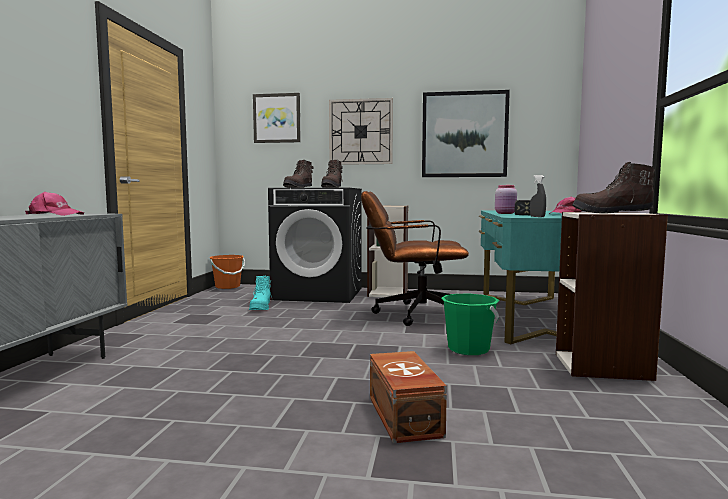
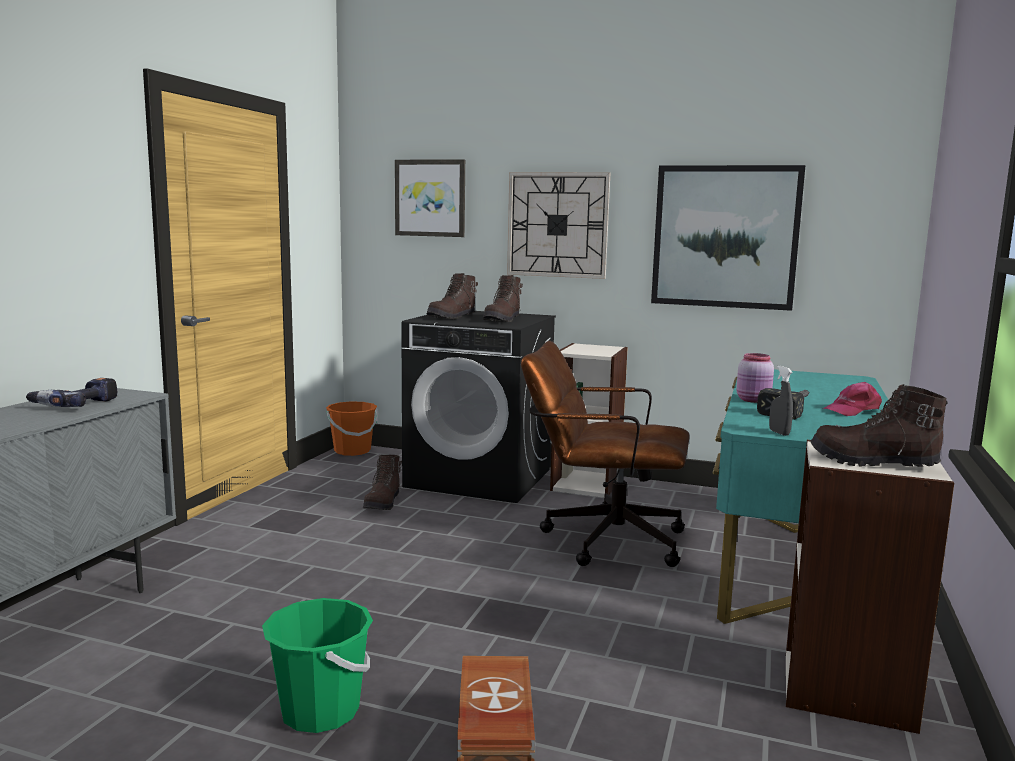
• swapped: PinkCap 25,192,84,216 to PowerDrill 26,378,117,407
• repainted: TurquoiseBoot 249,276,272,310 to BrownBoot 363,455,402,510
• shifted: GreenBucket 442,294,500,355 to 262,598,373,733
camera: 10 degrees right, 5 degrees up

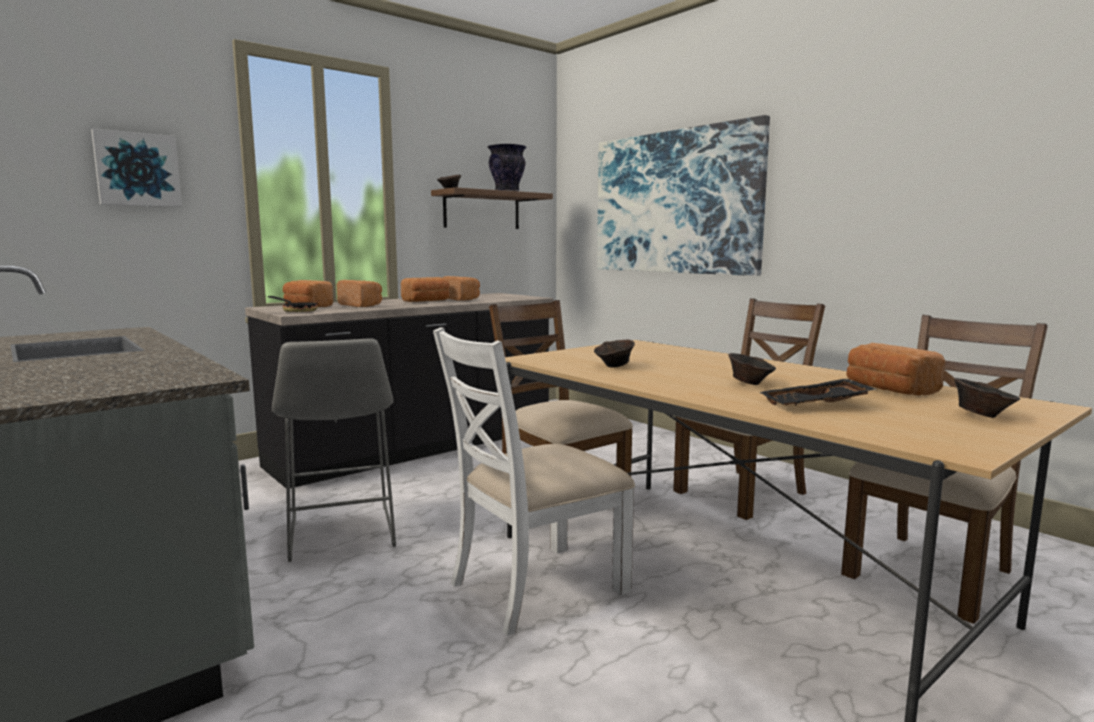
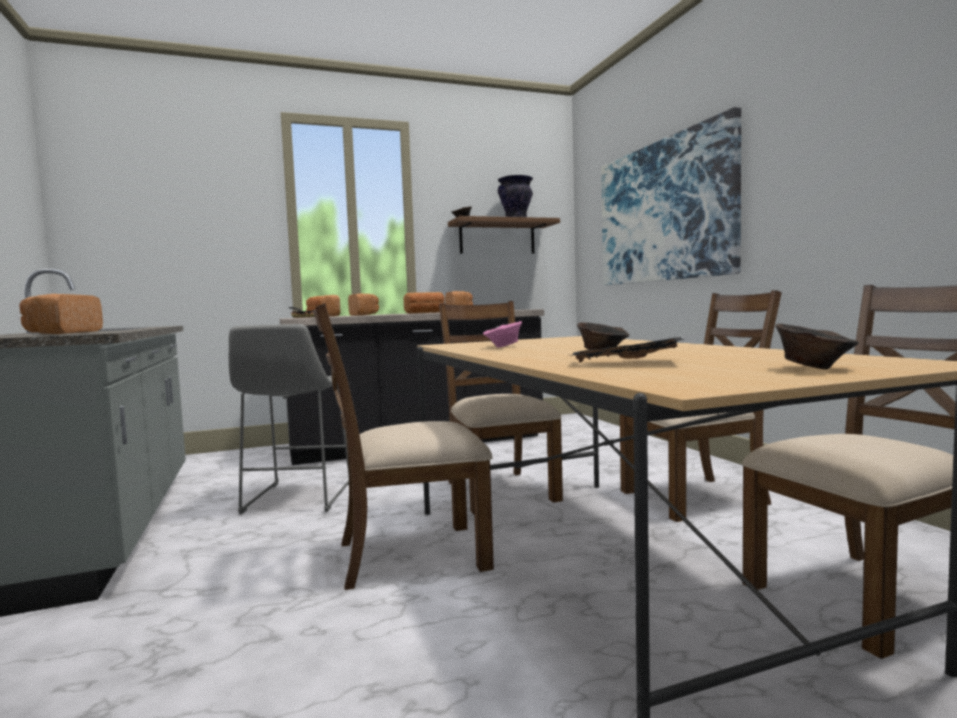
• gone: Picture 91,128,182,207
• repainted: WhiteChair 433,327,635,636 to BrownChair 313,304,494,590
• repainted: BrownBowl 594,340,635,368 to PinkBowl 483,321,522,347
• shifted: Bread 847,343,946,396 to 19,294,103,334
camera: 20 degrees right, 5 degrees down

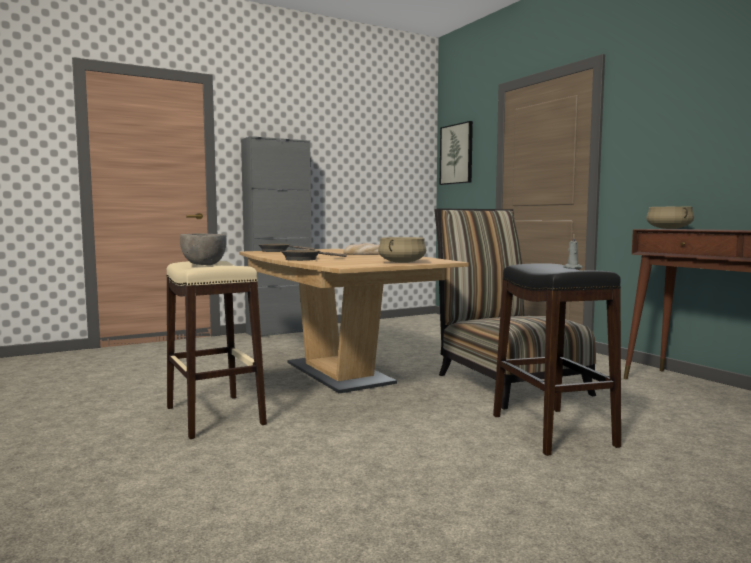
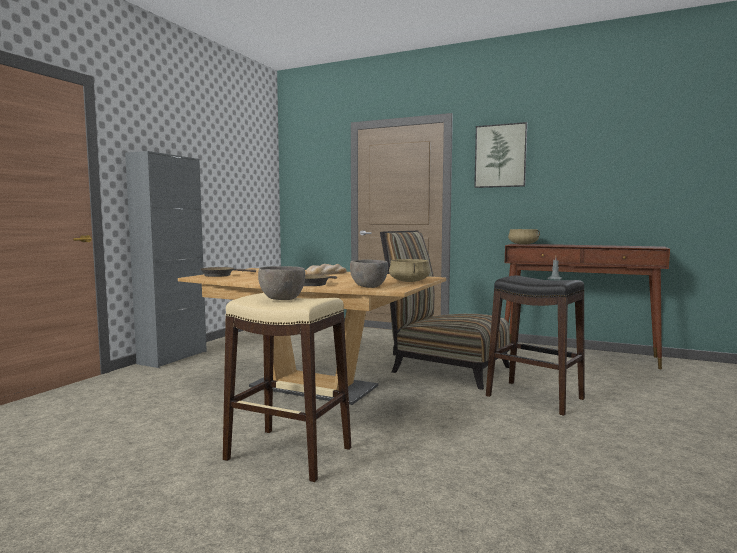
• shifted: Picture 440,121,473,185 to 474,122,527,188
• new: GreyBowl 350,259,388,288
camera: 35 degrees left, 0 degrees up

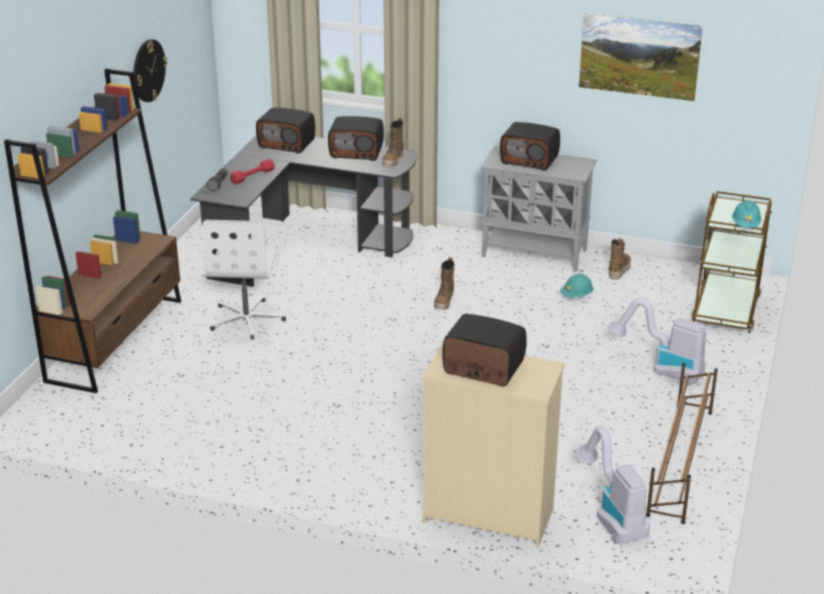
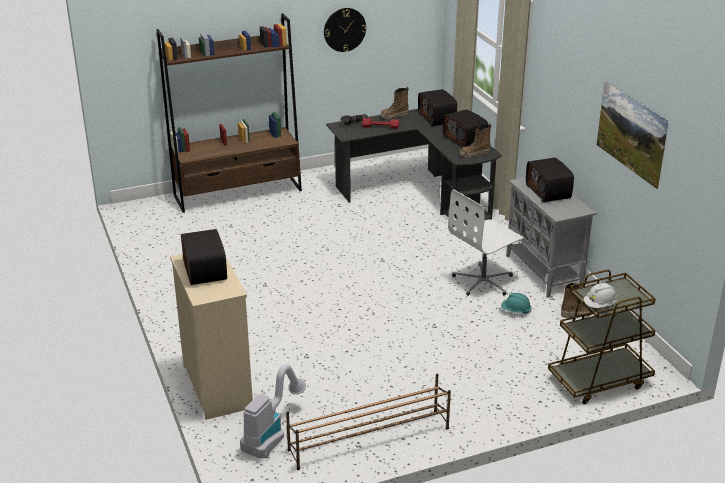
• shifted: WhiteOfficeChair 202,220,286,340 to 448,189,523,296
• shifted: Boot 434,257,455,310 to 381,87,409,119
• gone: VacuumCleaner 609,297,706,386
• repainted: TurquoiseHardHat 732,201,761,228 to WhiteHardHat 584,283,617,308
camera: 50 degrees right, 0 degrees up

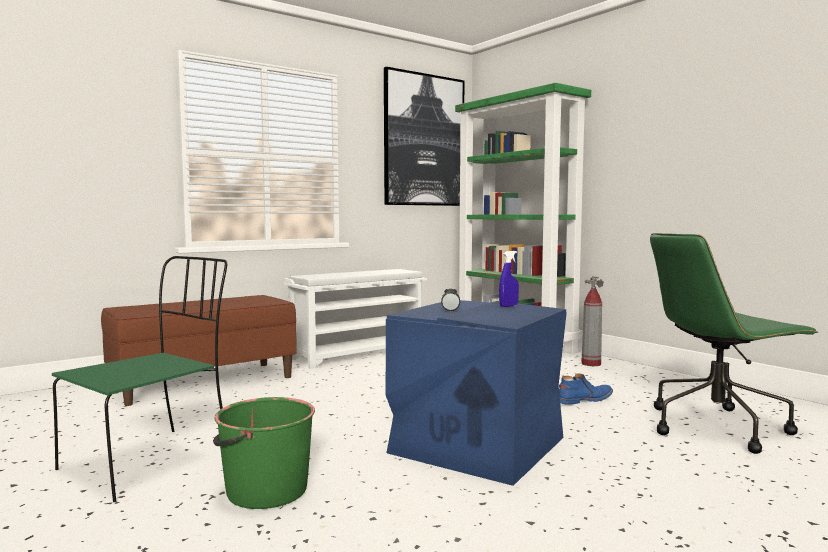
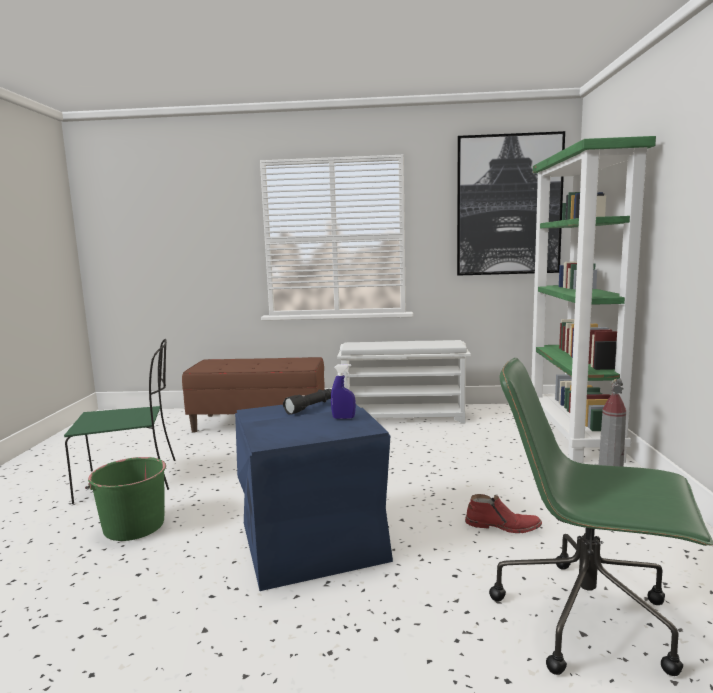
• repainted: BlueBoot 559,373,613,405 to RedBoot 465,494,542,533
camera: 40 degrees right, 5 degrees up

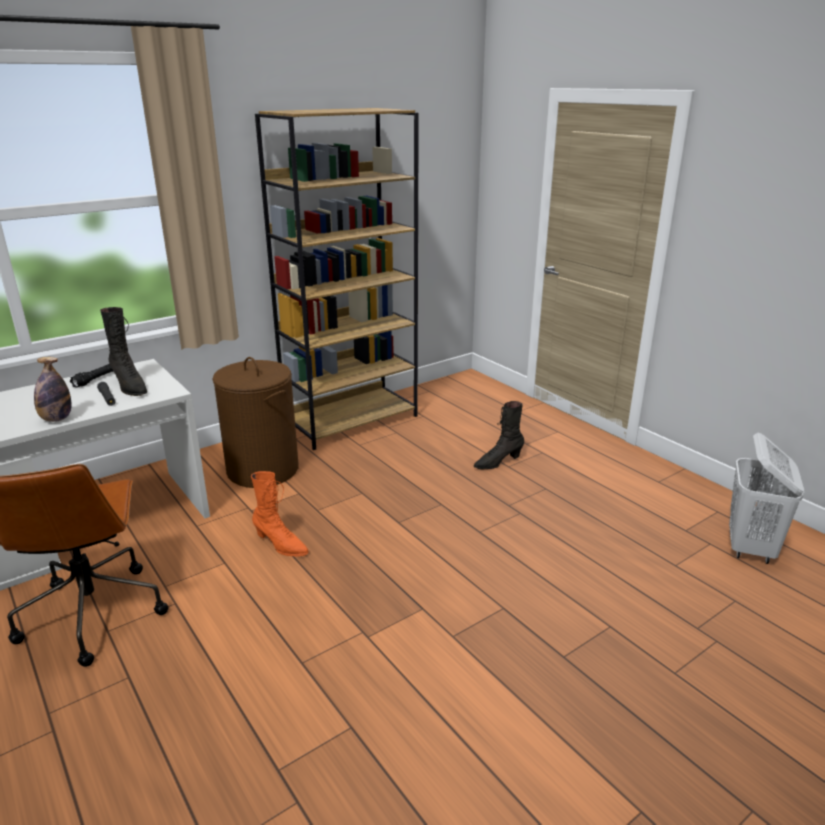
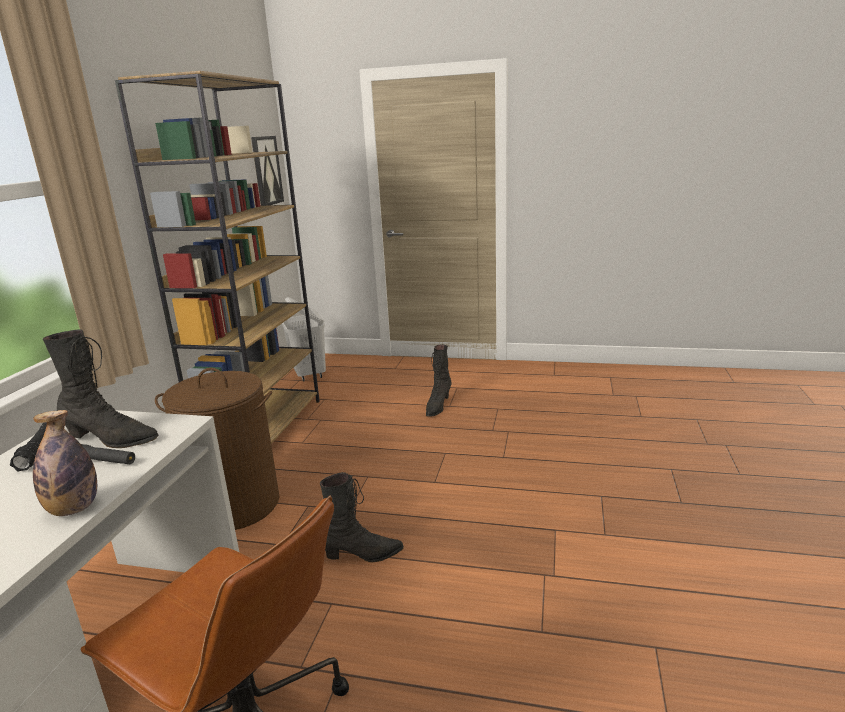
• repainted: OrangeBoot 251,471,309,557 to BlackBoot 320,472,404,562
• shifted: WhiteLaundryBasket 729,433,804,564 to 282,297,326,381
• new: Picture 251,136,284,205
camera: 40 degrees left, 5 degrees down

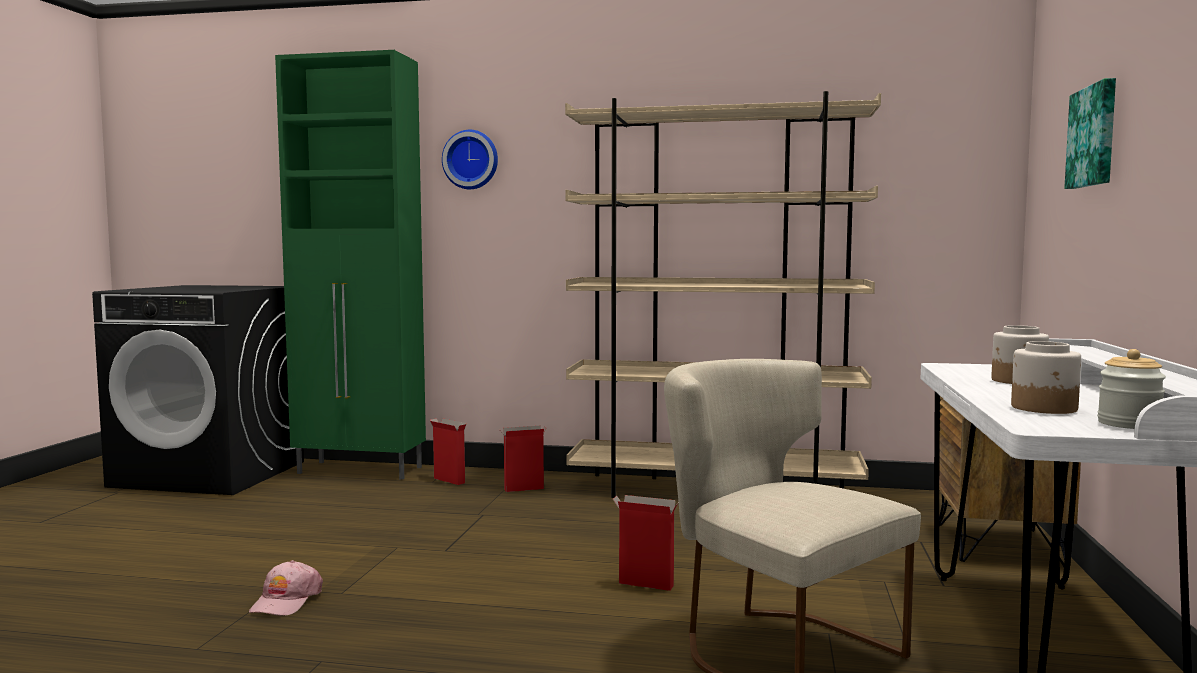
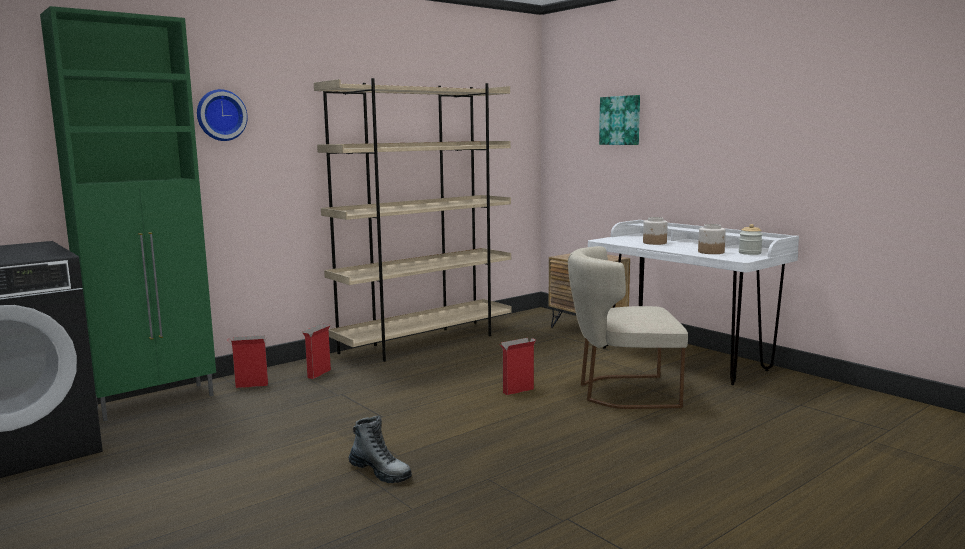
• swapped: PinkCap 249,560,323,616 to Boot 349,416,412,483
camera: 50 degrees left, 5 degrees up

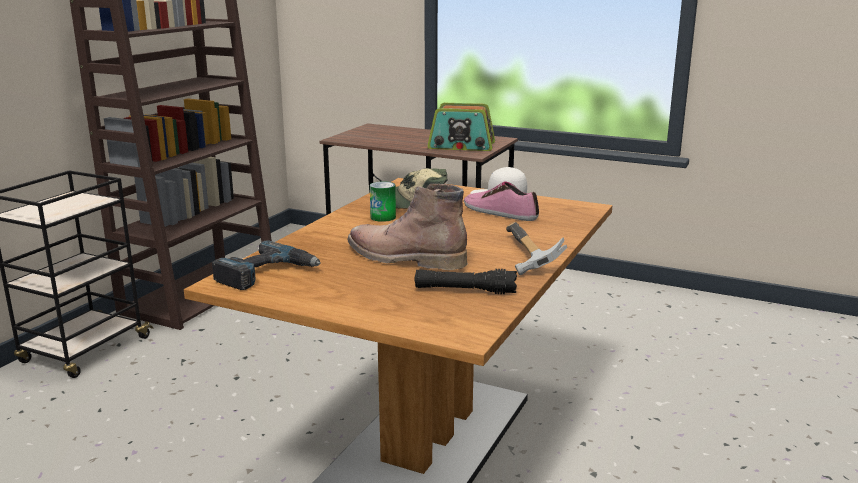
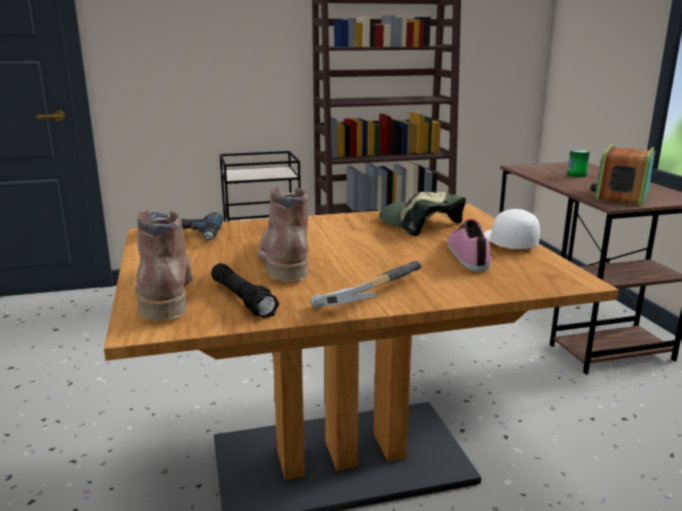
• shifted: Can 370,181,396,222 to 567,149,590,177
• rotated: Radio 427,103,495,151 = 590,144,655,206 60 degrees clockwise
• new: BrownBoot 135,209,193,321
camera: 50 degrees right, 0 degrees up

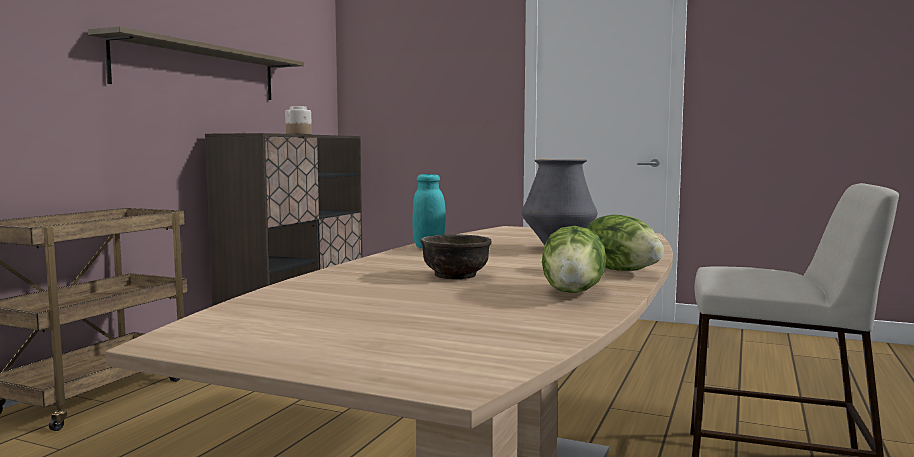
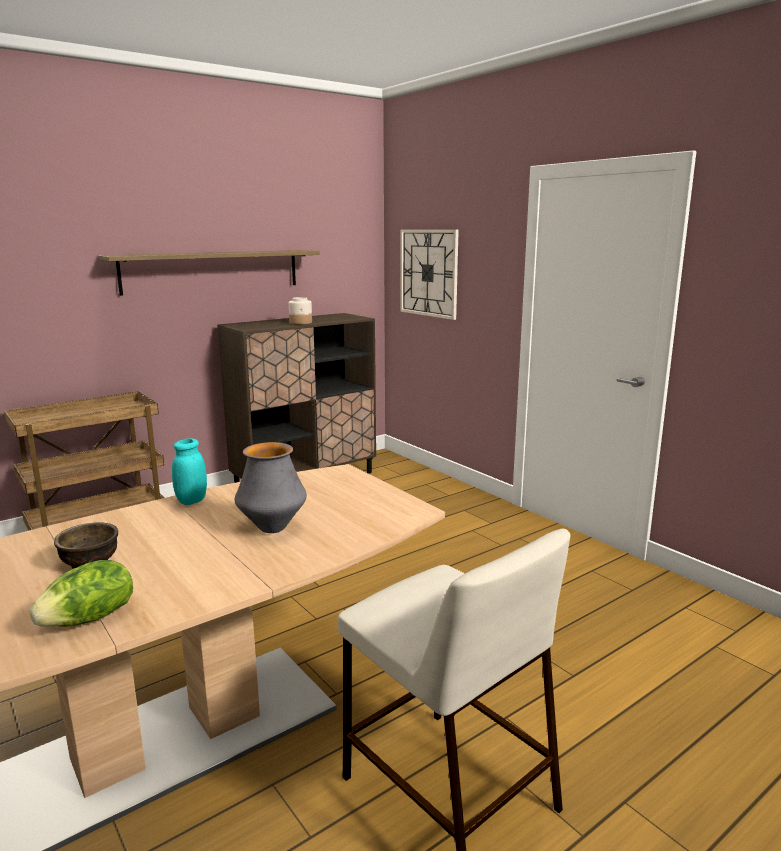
• gone: Lettuce 587,214,664,271
• new: WallClock 400,229,459,320
camera: 30 degrees right, 10 degrees up

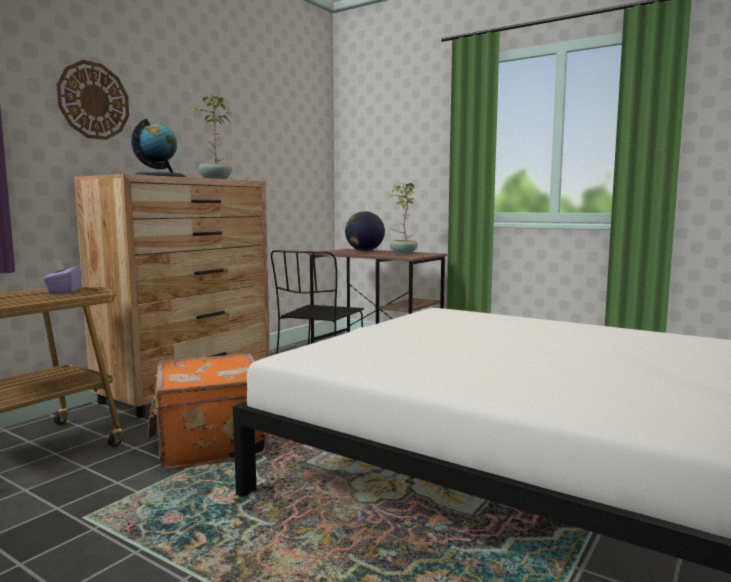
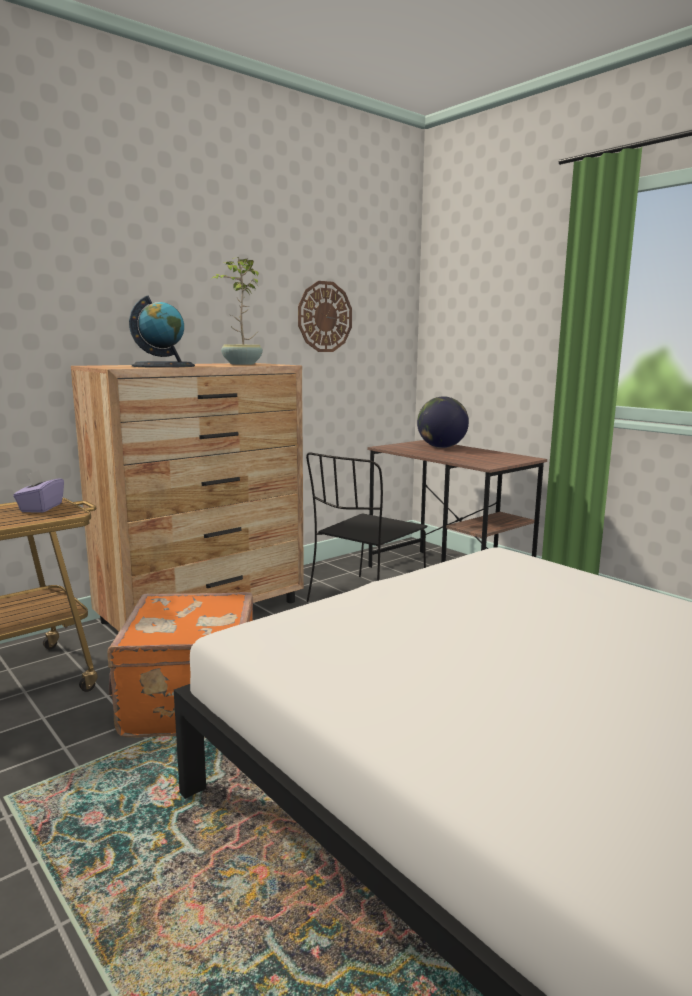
• shifted: WallClock 56,60,129,140 to 298,281,352,352
• gone: PottedPlant 390,183,418,254
camera: 15 degrees right, 5 degrees up

